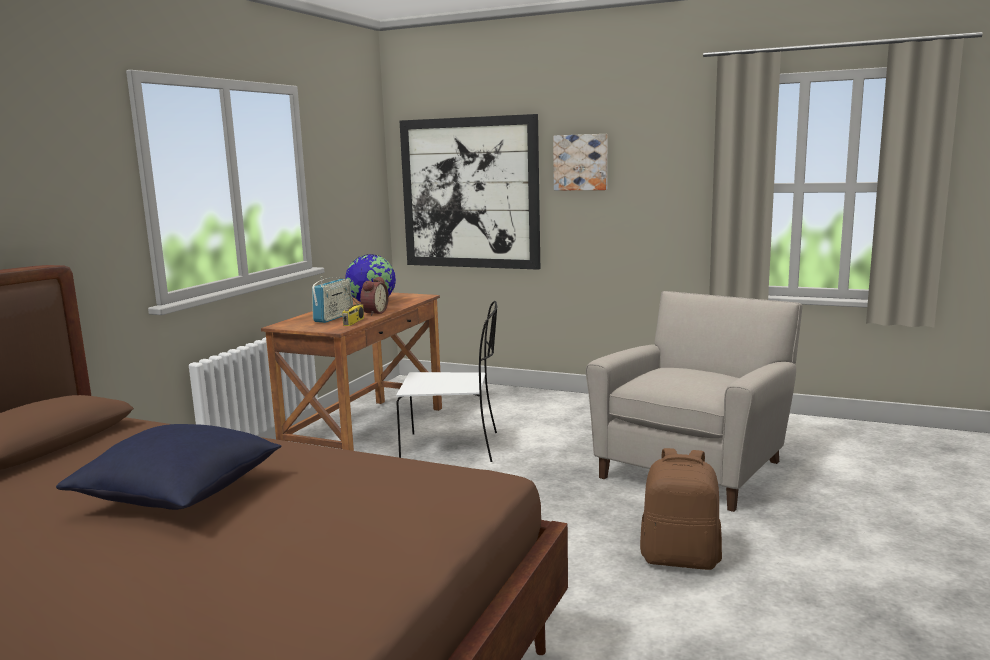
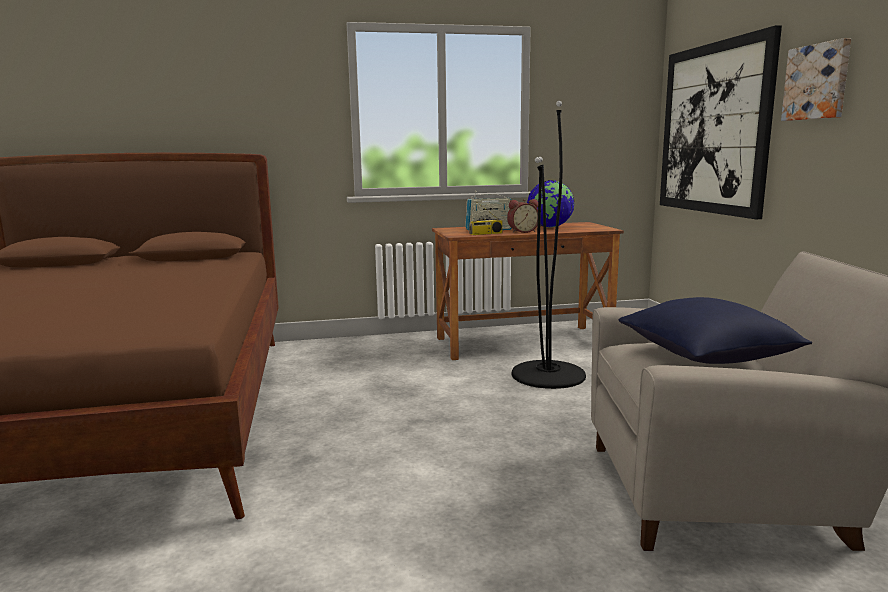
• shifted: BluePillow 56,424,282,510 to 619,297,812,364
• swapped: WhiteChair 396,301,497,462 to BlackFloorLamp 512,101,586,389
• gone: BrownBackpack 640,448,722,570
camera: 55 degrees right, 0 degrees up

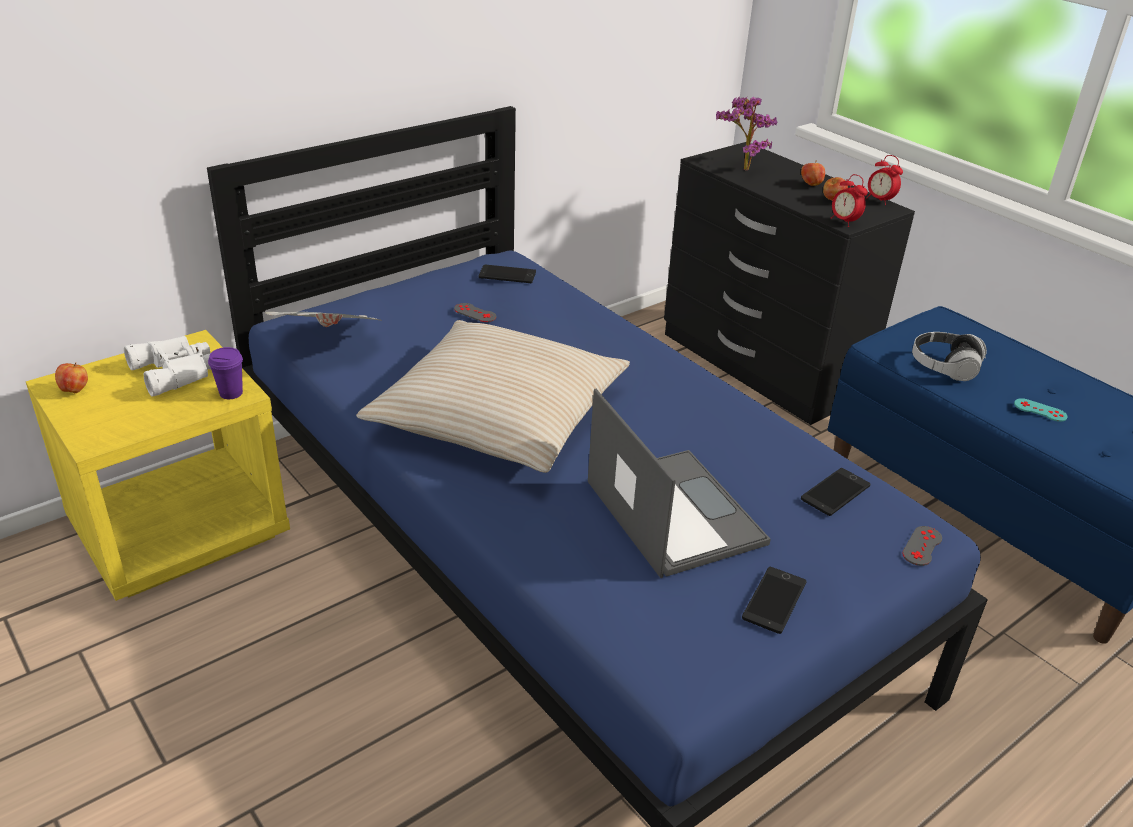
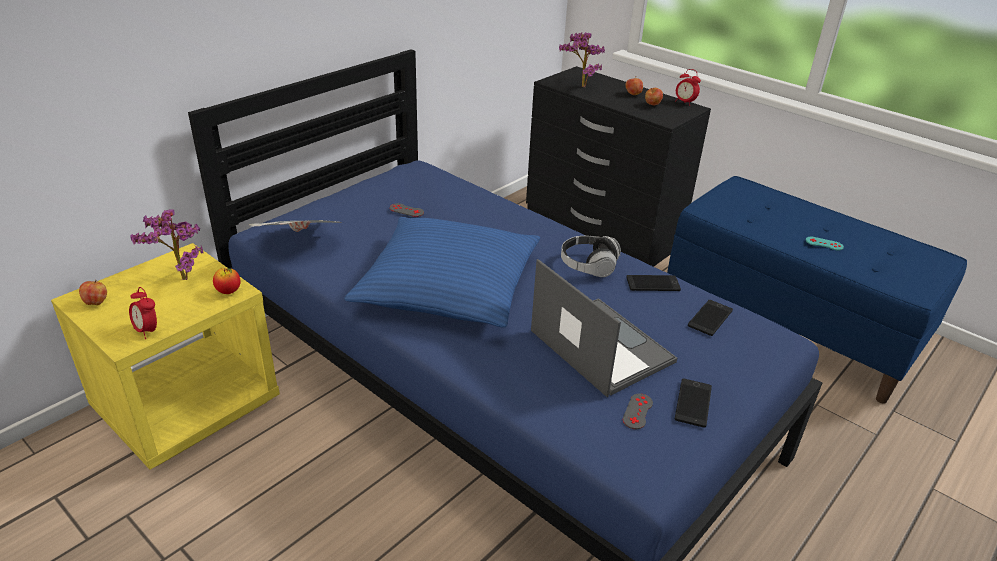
• swapped: WhiteBinoculars 124,336,211,397 to PottedPlant 130,209,203,280
• swapped: PurpleCup 208,347,243,399 to Apple 213,268,241,294
• repainted: BeigePillow 356,320,630,473 to BluePillow 344,217,540,327
• shifted: Phone 479,265,536,283 to 626,275,681,291
• shifted: AlarmClock 831,174,868,227 to 129,287,157,339
• shifted: GreyGameController 902,526,942,566 to 623,393,653,429
• shifted: Headphones 912,332,987,381 to 561,236,621,277
camera: 10 degrees left, 0 degrees up

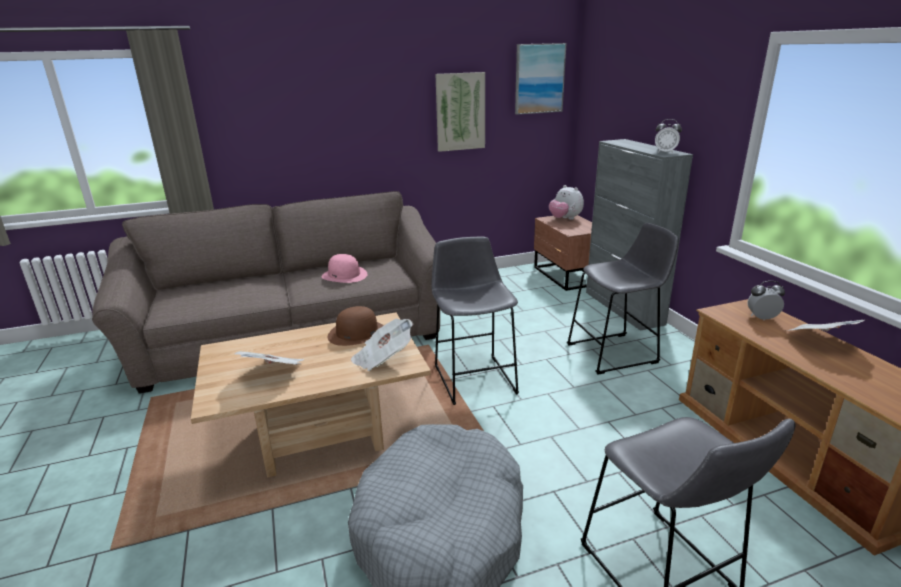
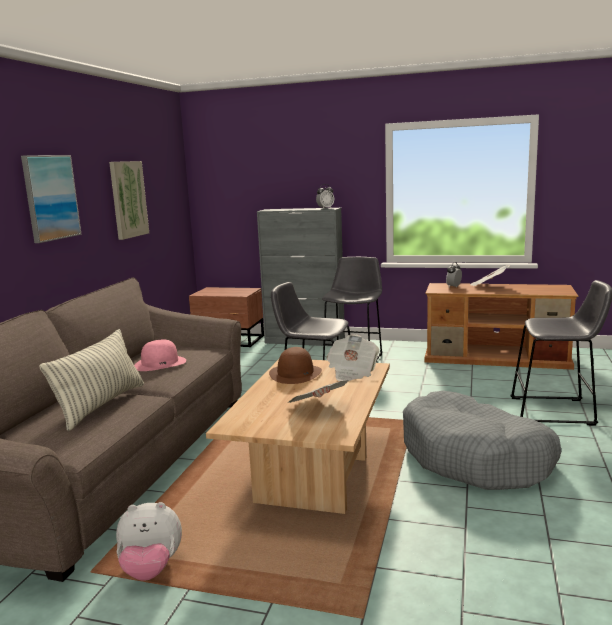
• shifted: Picture 515,43,566,115 to 21,155,82,243
• shifted: PlushToy 549,185,584,220 to 116,502,182,581
• new: Pillow 39,329,144,431
camera: 55 degrees left, 10 degrees down

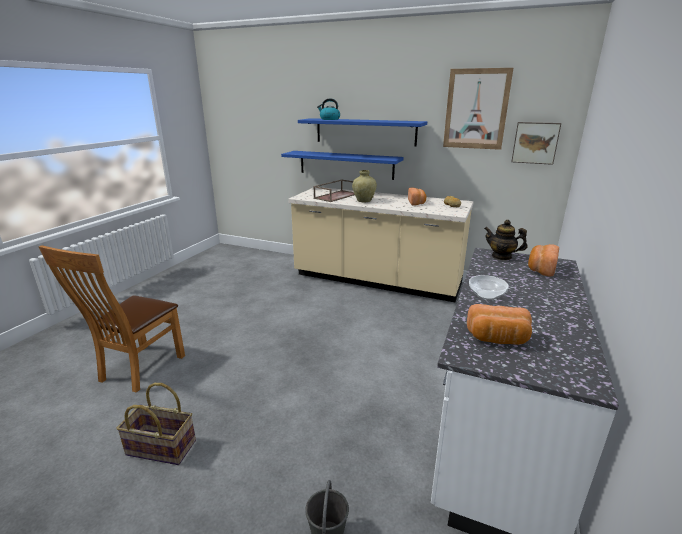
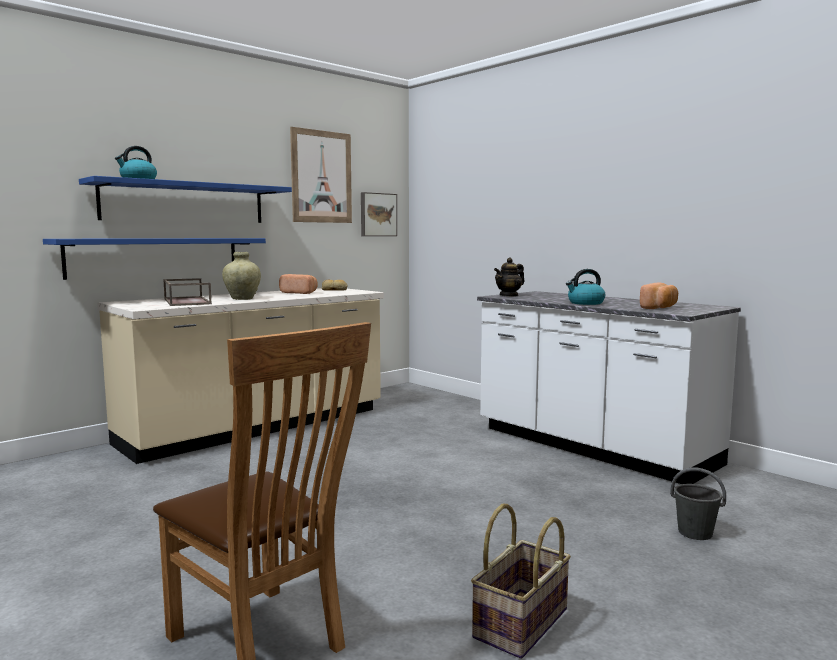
• swapped: Bowl 469,275,509,300 to Kettle 566,269,605,305
• gone: Bread 528,244,559,277
camera: 65 degrees left, 15 degrees down

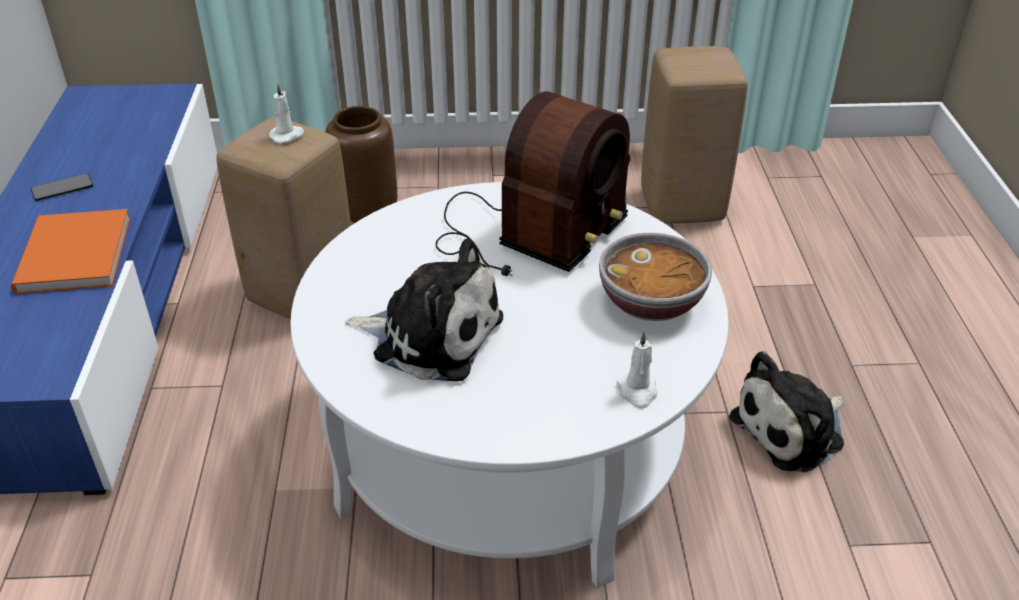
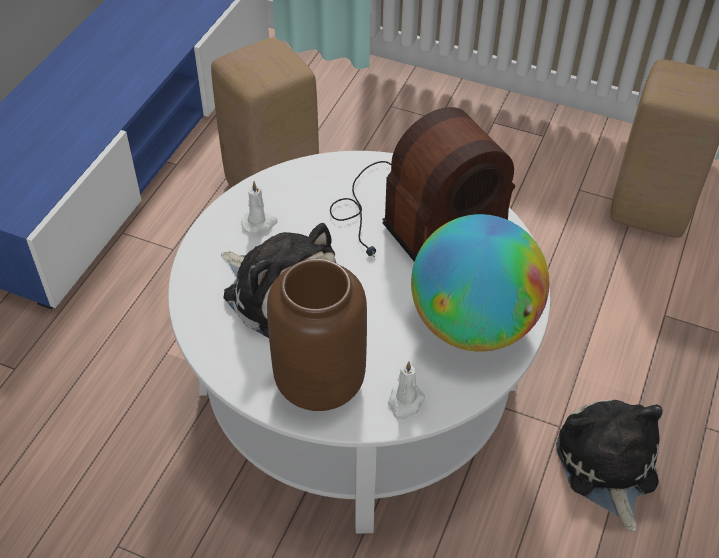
• gone: OrangeBook 10,209,130,294
• gone: Phone 31,173,93,201
• shifted: WhiteCandle 269,83,304,143 to 241,181,278,234
• shifted: BrownVase 325,106,397,223 to 267,259,367,411
• swapped: Bowl 599,233,712,321 to Globe 411,214,549,352
• rotated: PlushToy 729,351,844,472 = 556,400,662,531 90 degrees clockwise
camera: 25 degrees right, 10 degrees up

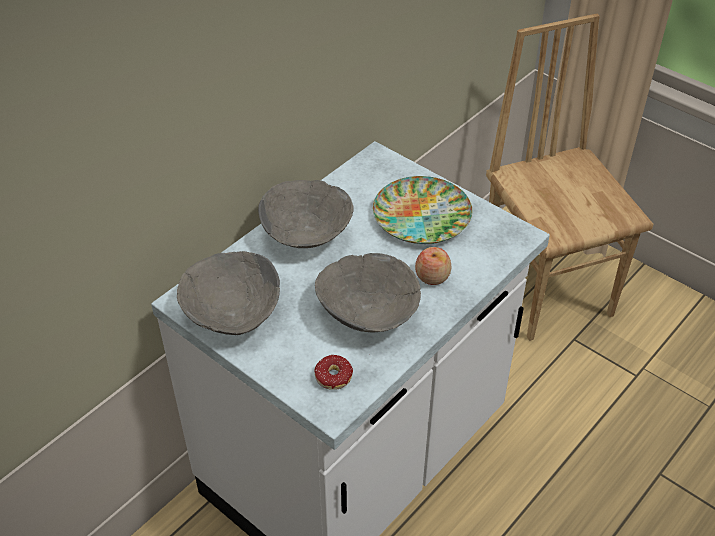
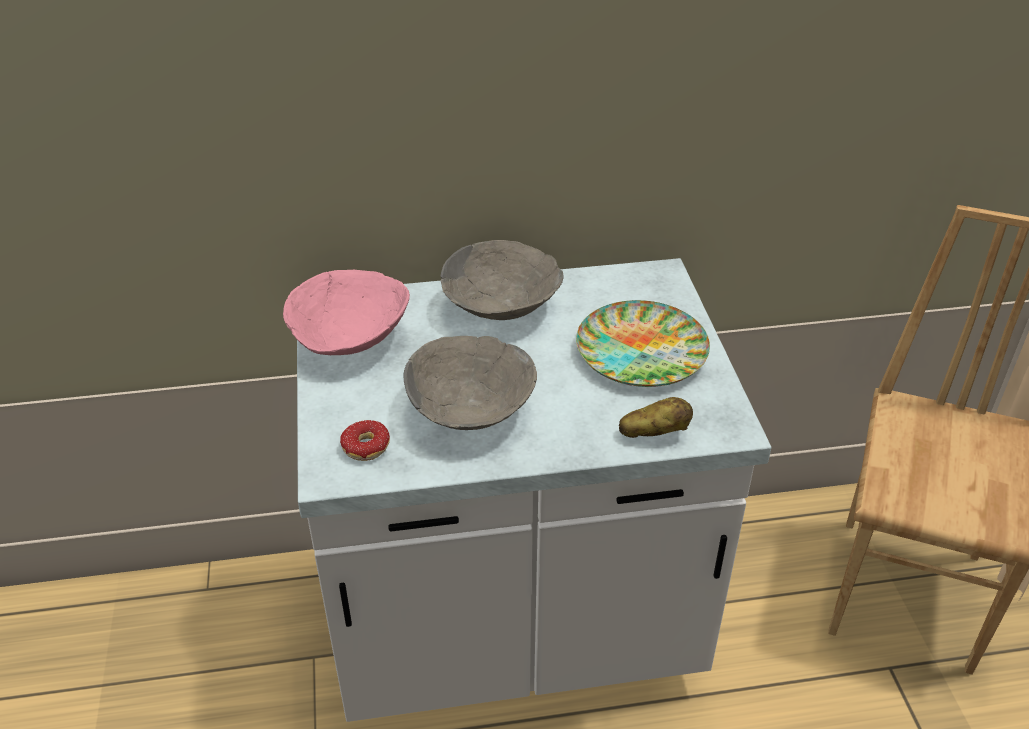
• repainted: GreyBowl 177,251,280,335 to PinkBowl 283,270,410,355
• gone: Apple 415,247,451,285
• new: Potato 619,397,693,438
camera: 40 degrees right, 5 degrees down

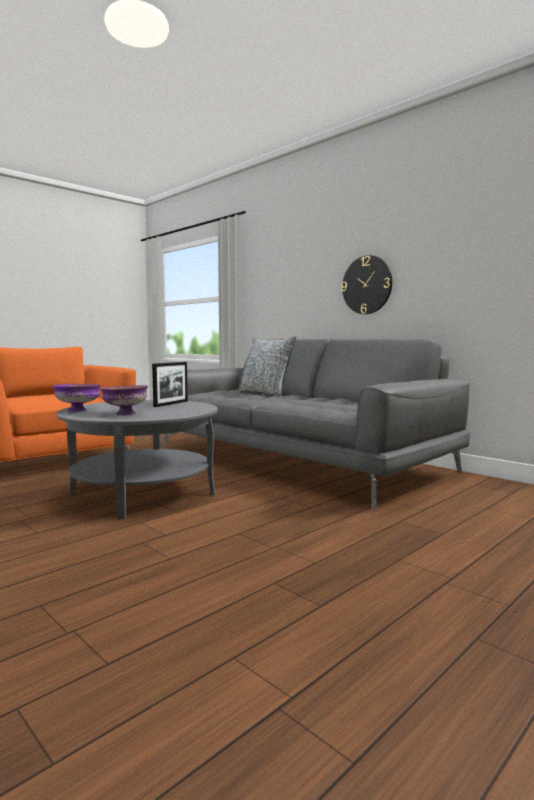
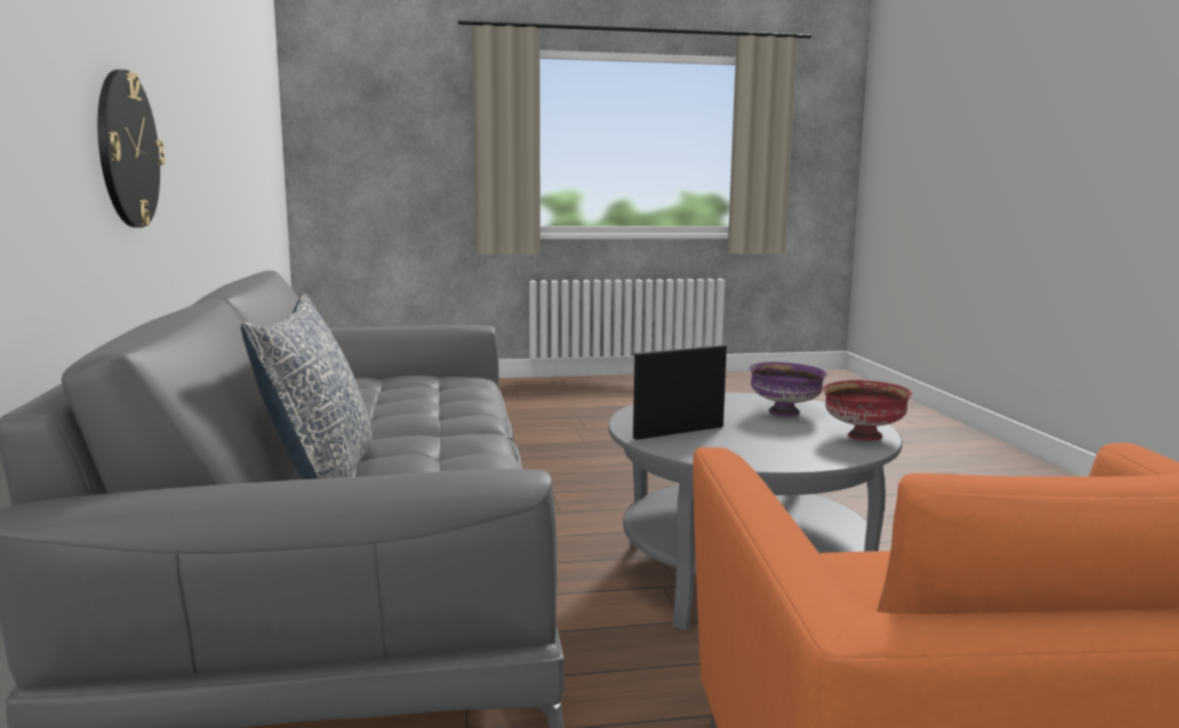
• repainted: PurpleBowl 53,384,101,411 to RedBowl 823,380,912,441
camera: 145 degrees left, 5 degrees up

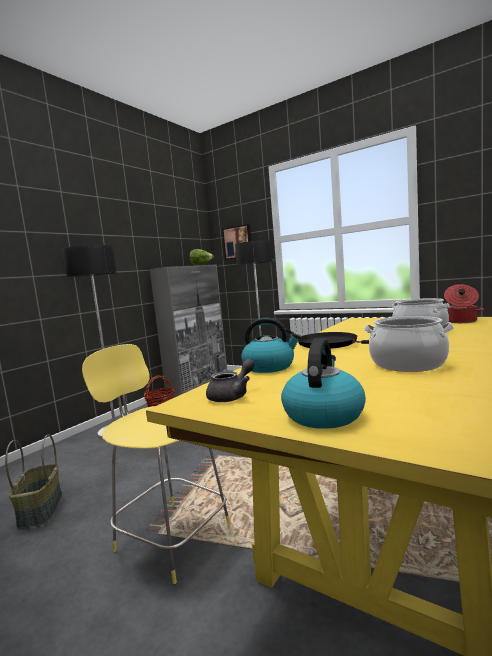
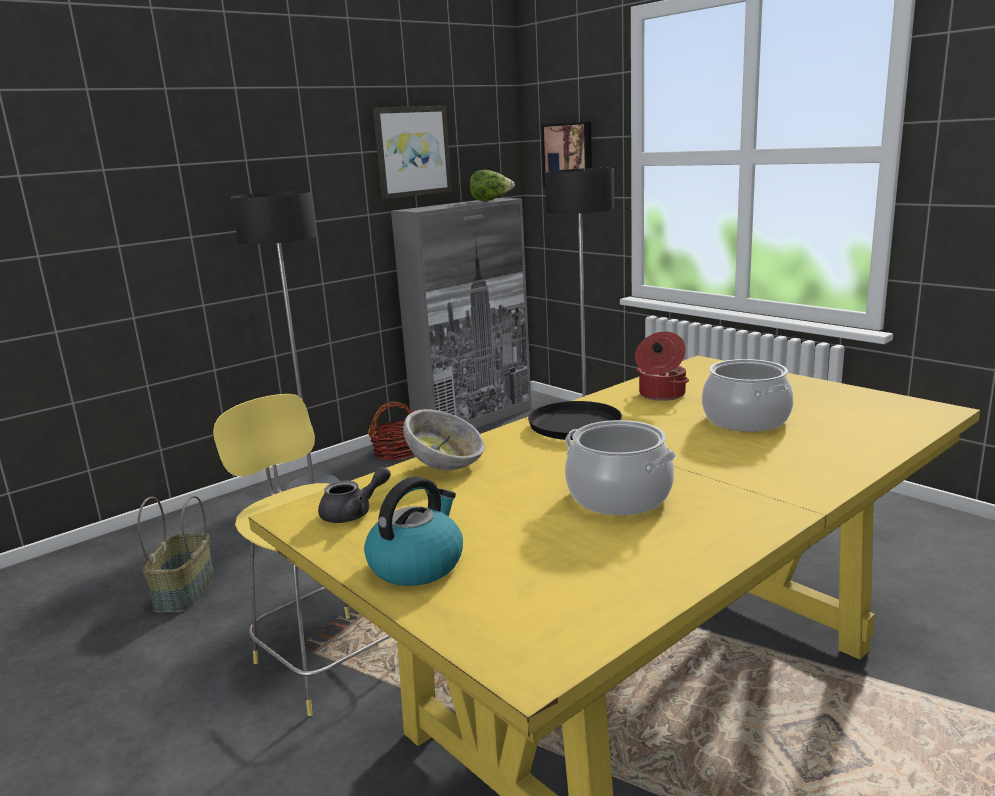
• swapped: Kettle 241,318,301,373 to Bowl 403,409,485,470
• shifted: CookingPot 444,284,484,323 to 635,331,689,401
• new: Picture 373,106,452,199
camera: 15 degrees right, 10 degrees up

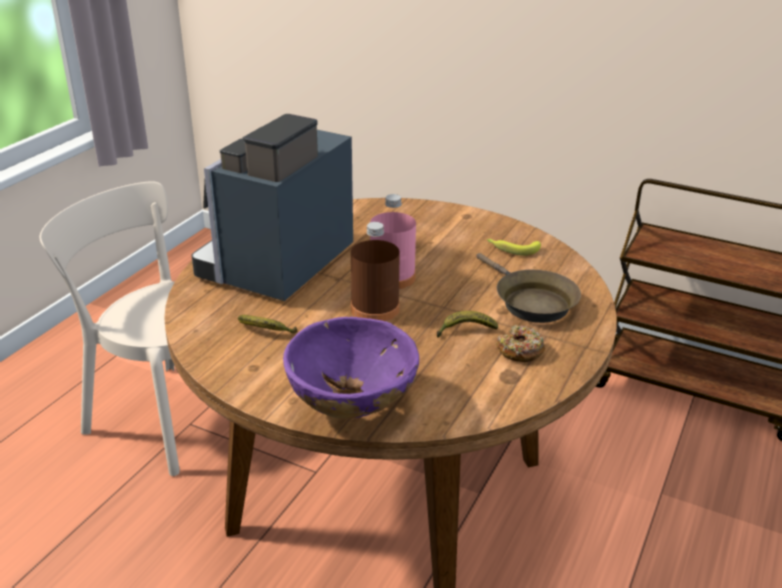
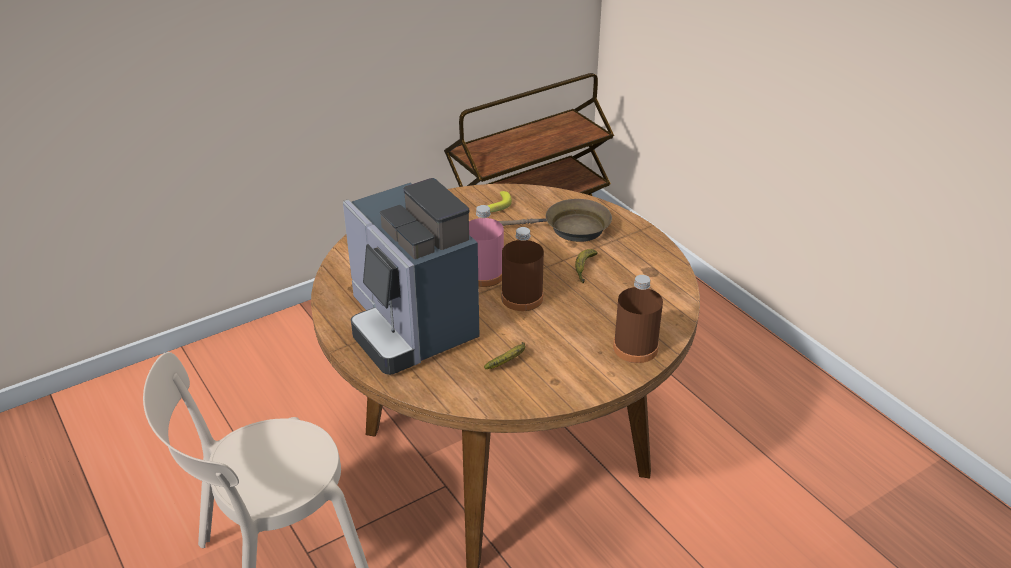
• swapped: PurpleBowl 283,317,419,419 to BrownBottle 613,275,663,363
• gone: Donut 496,325,545,362
camera: 60 degrees left, 5 degrees up

